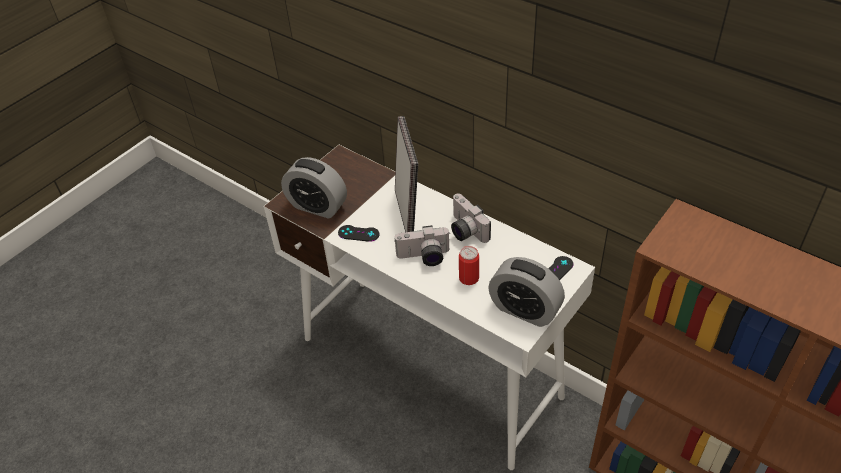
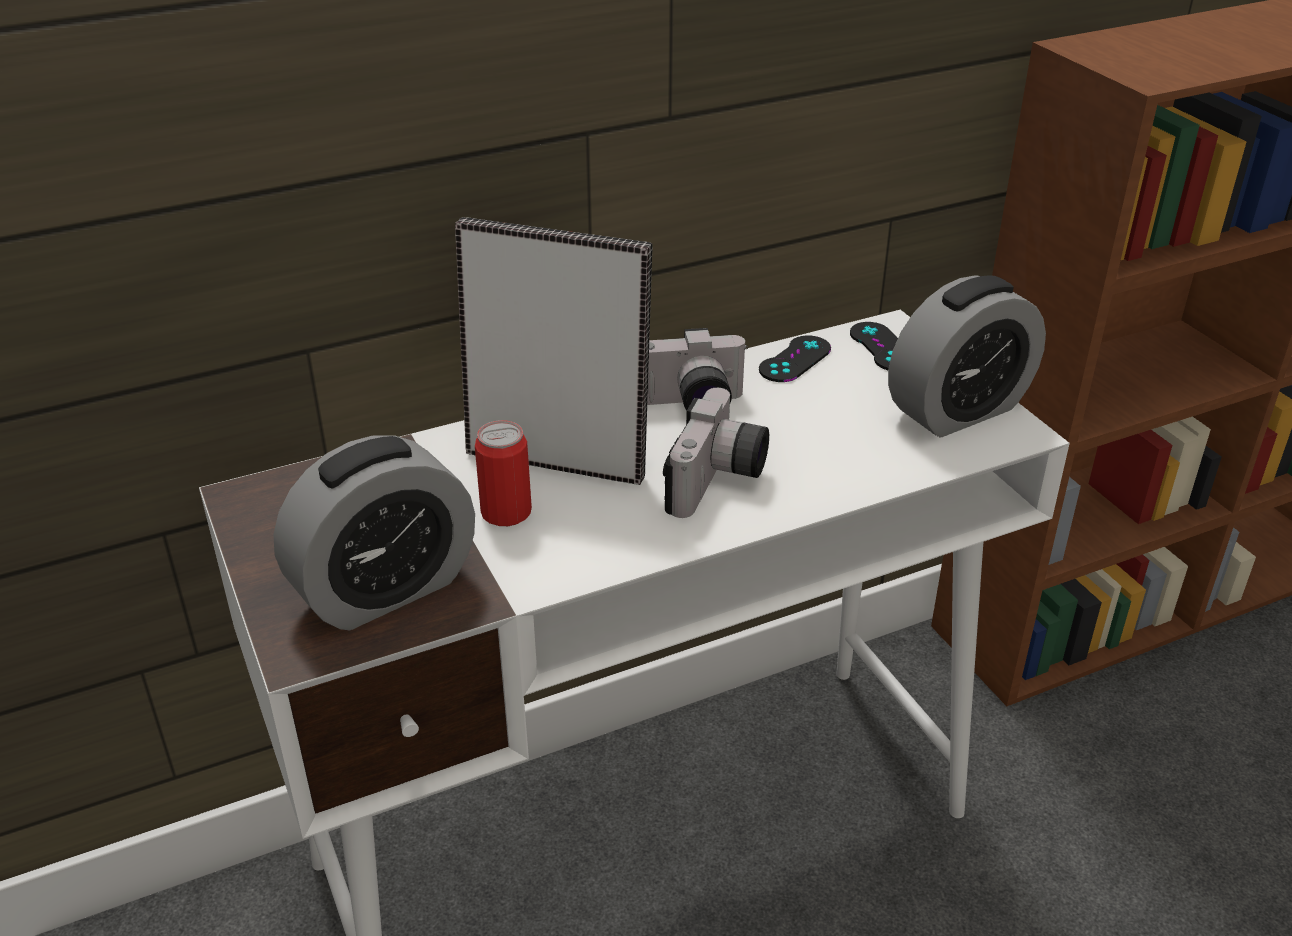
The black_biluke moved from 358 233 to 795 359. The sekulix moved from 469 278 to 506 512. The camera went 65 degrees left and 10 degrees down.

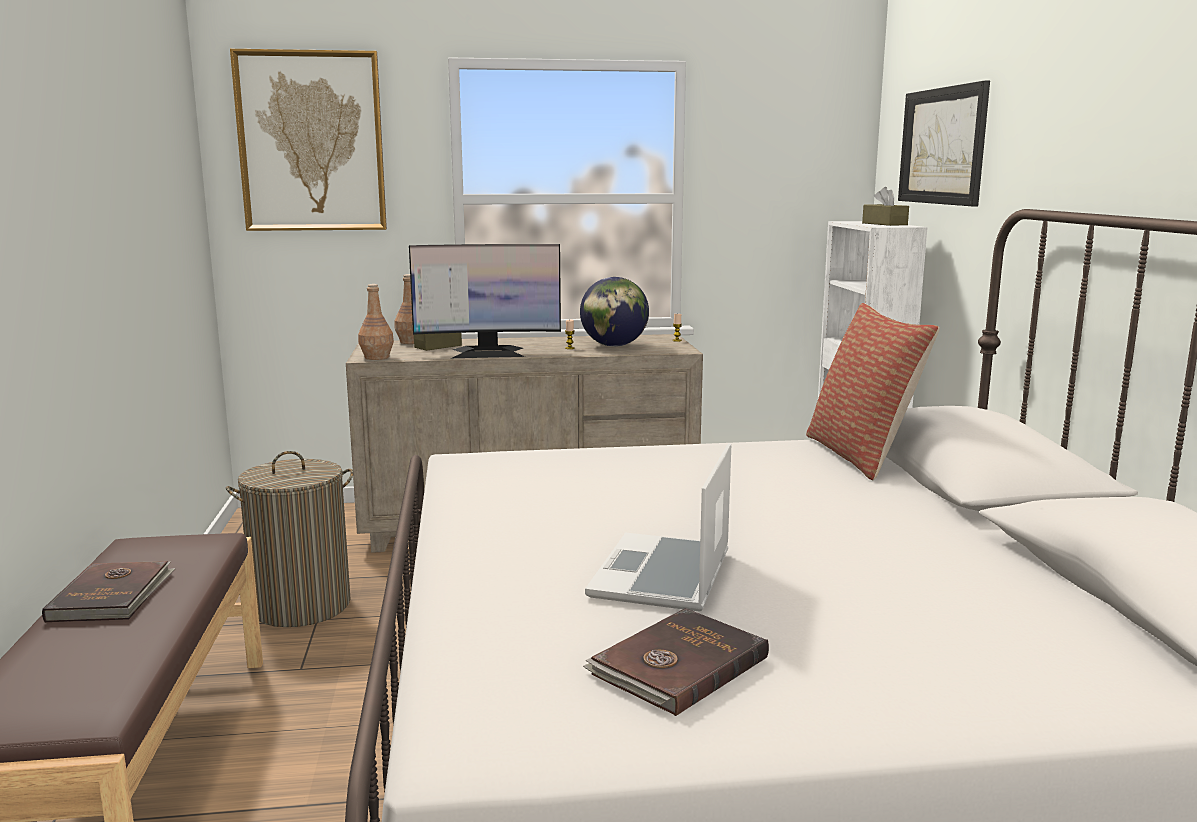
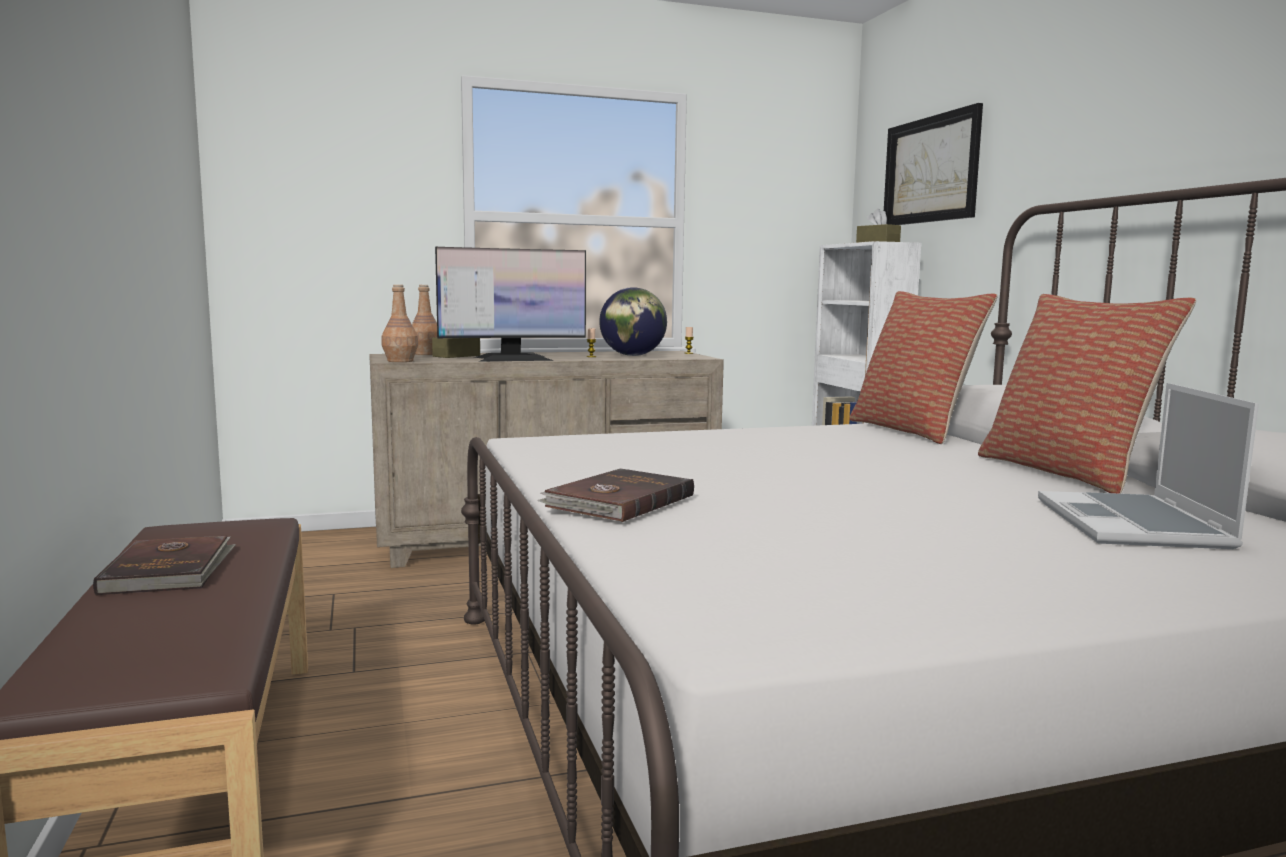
The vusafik at 302 606 disappeared. The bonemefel at 311 142 disappeared. The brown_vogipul moved from 677 665 to 618 501. The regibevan moved from 663 576 to 1134 525. The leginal at 1067 473 appeared. The camera went 10 degrees left and 5 degrees down.

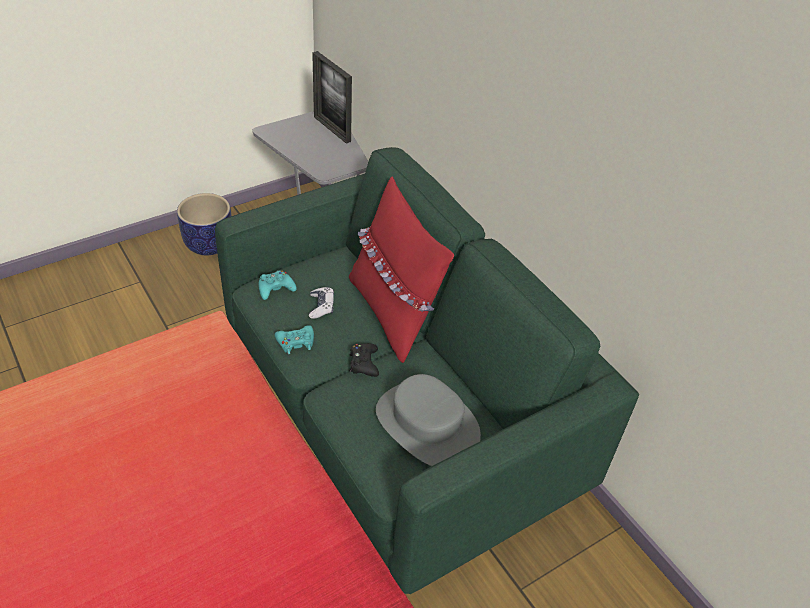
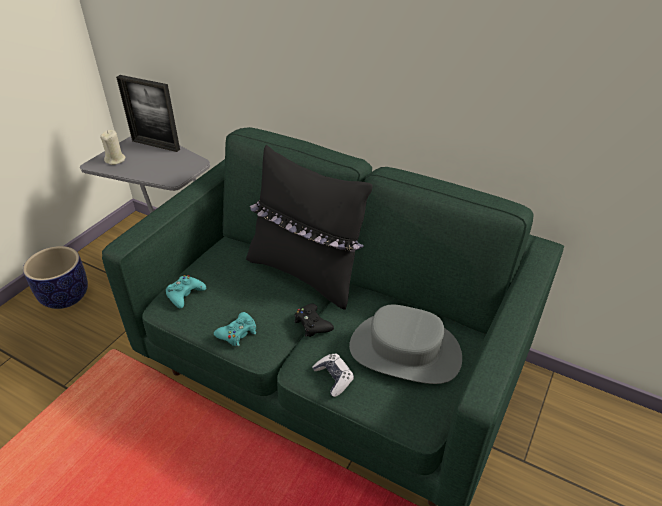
The biluke moved from 321 306 to 333 378. The red_leginal at 393 313 became the black_leginal at 306 273. The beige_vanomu at 115 160 appeared. The camera went 25 degrees left and 5 degrees down.

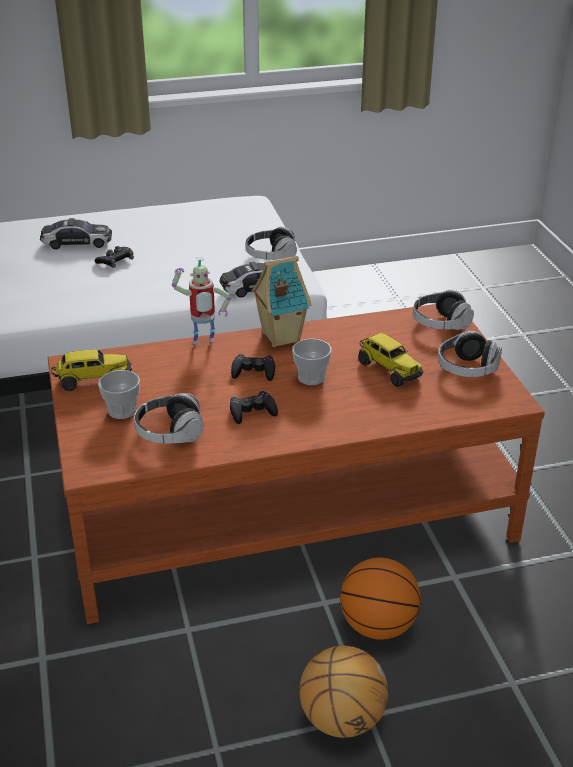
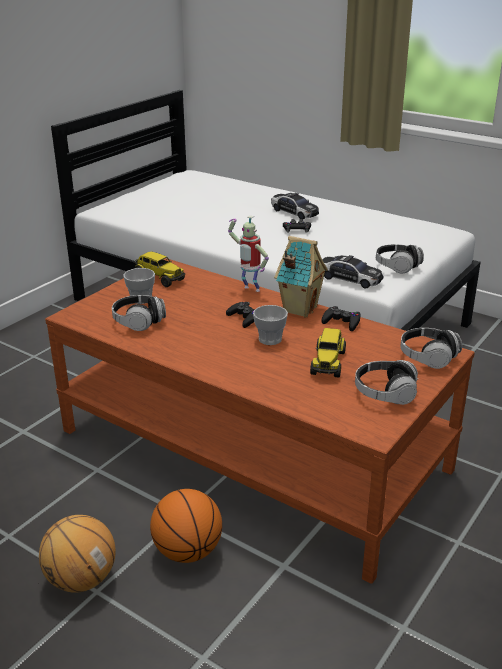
The black_biluke moved from 252 411 to 341 322. The camera went 50 degrees right and 5 degrees down.

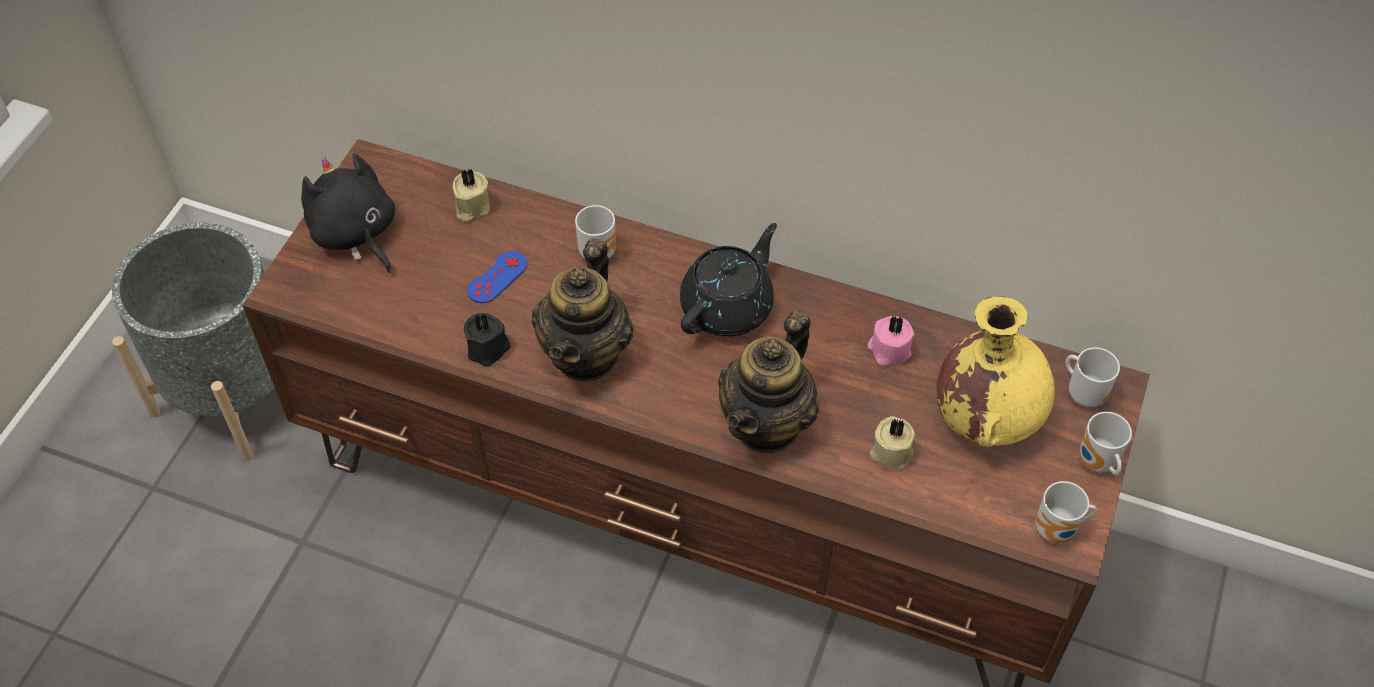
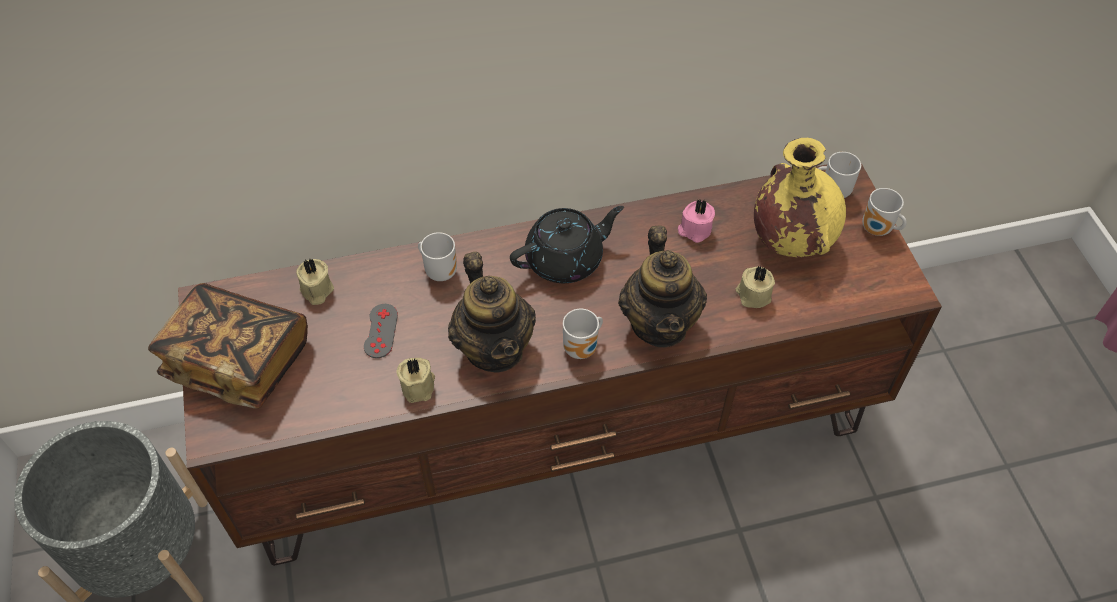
The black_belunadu at 355 234 was replaced by the vogipul at 238 360. The black_vanomu at 489 349 became the beige_vanomu at 419 386. The blue_biluke at 497 277 became the grey_biluke at 381 331. The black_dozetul at 728 306 turned 60 degrees clockwise. The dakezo moved from 1058 531 to 583 349. The camera went 35 degrees left and 0 degrees up.

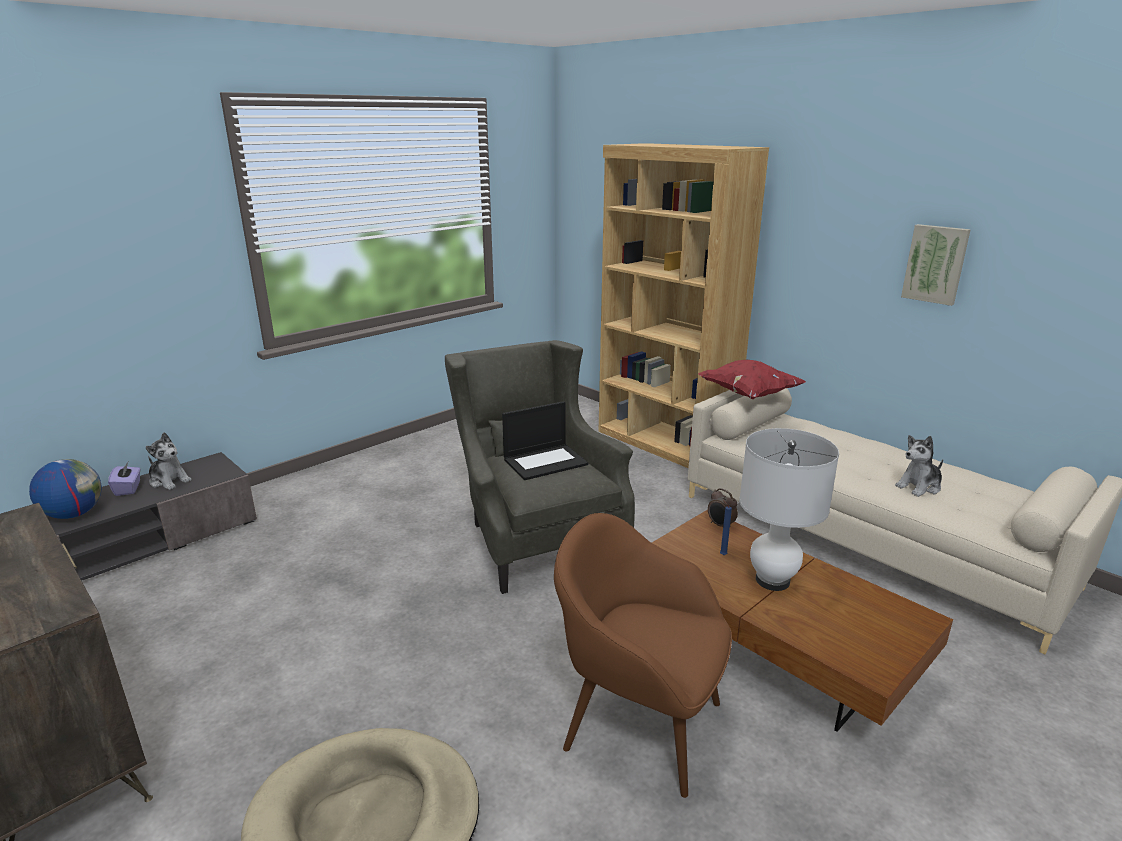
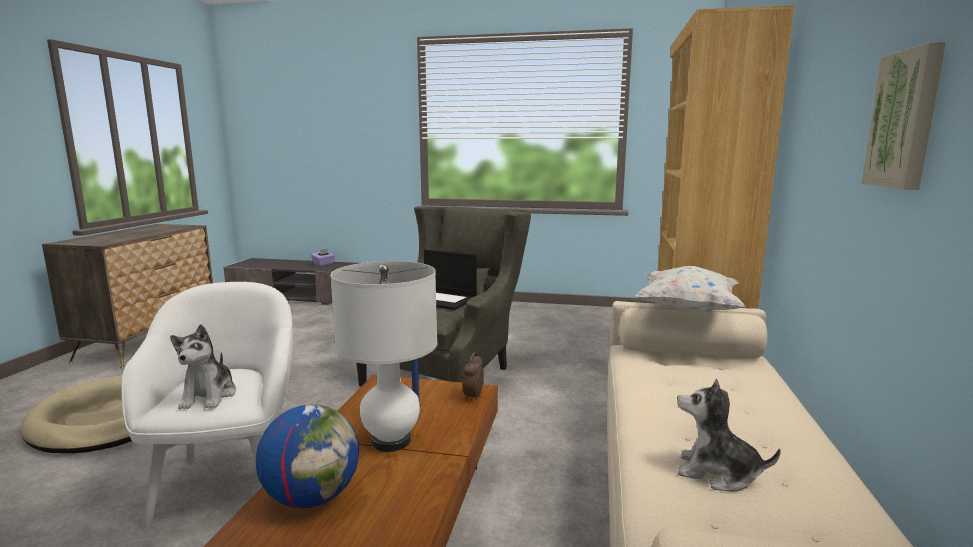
The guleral moved from 74 514 to 312 497. The belunadu moved from 169 481 to 209 396. The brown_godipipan at 639 723 became the white_godipipan at 231 483. The red_leginal at 748 394 became the white_leginal at 687 310. The camera went 55 degrees right and 10 degrees down.

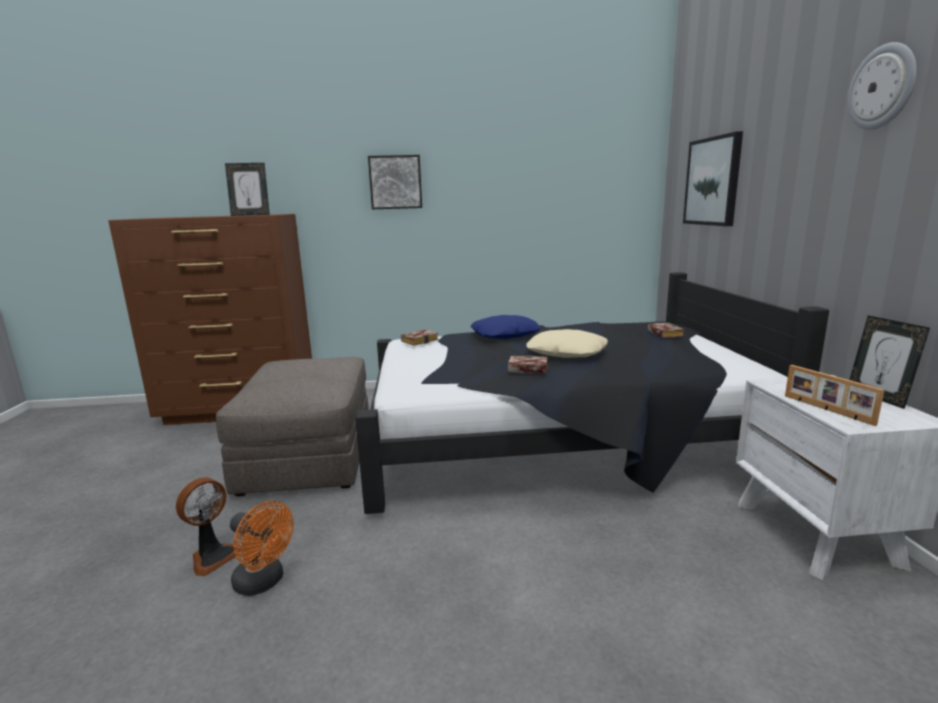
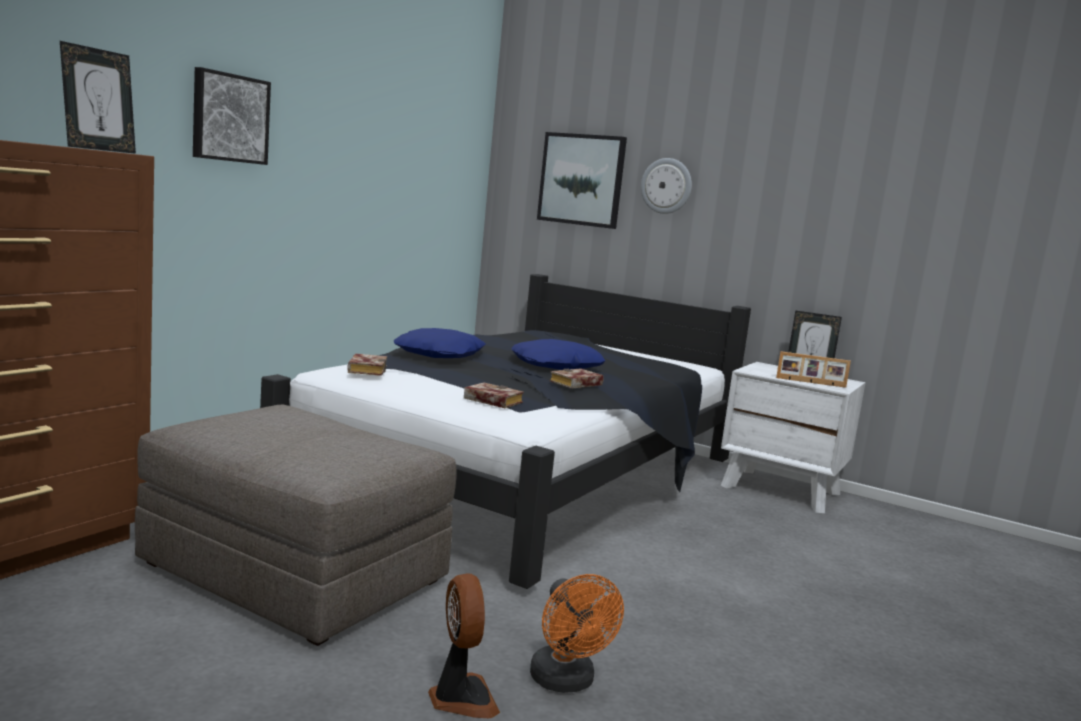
The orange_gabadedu at 264 582 turned 90 degrees clockwise. The beige_leginal at 566 352 became the blue_leginal at 556 365. The vogipul moved from 663 333 to 490 401. The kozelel moved from 882 87 to 666 186. The camera went 55 degrees left and 5 degrees down.

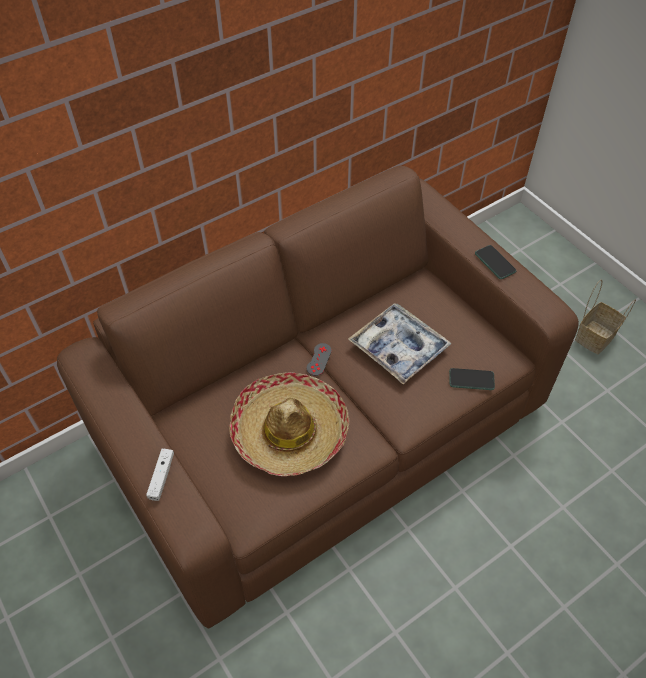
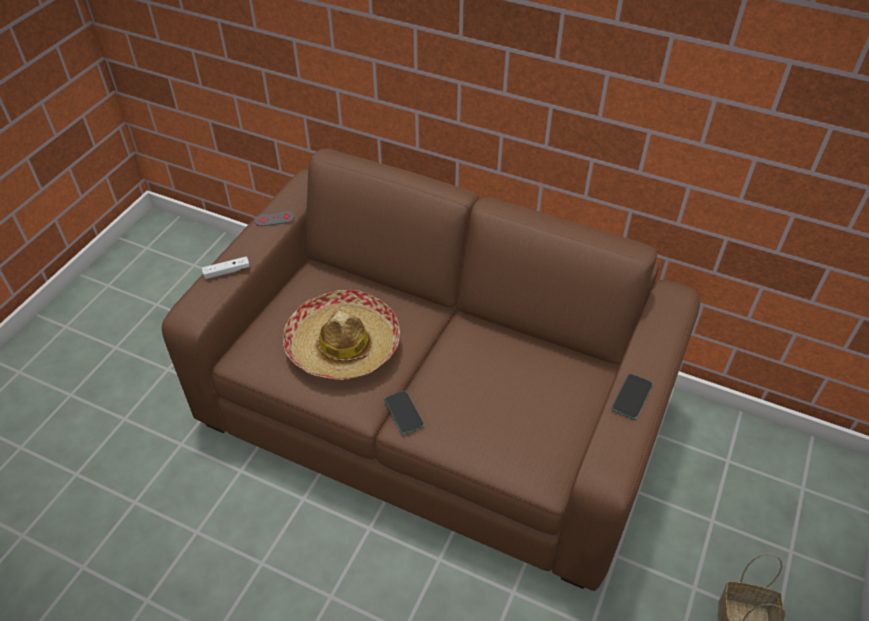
The grey_biluke moved from 319 359 to 274 219. The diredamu at 398 348 disappeared. The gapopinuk moved from 471 380 to 403 413. The camera went 60 degrees right and 5 degrees down.

